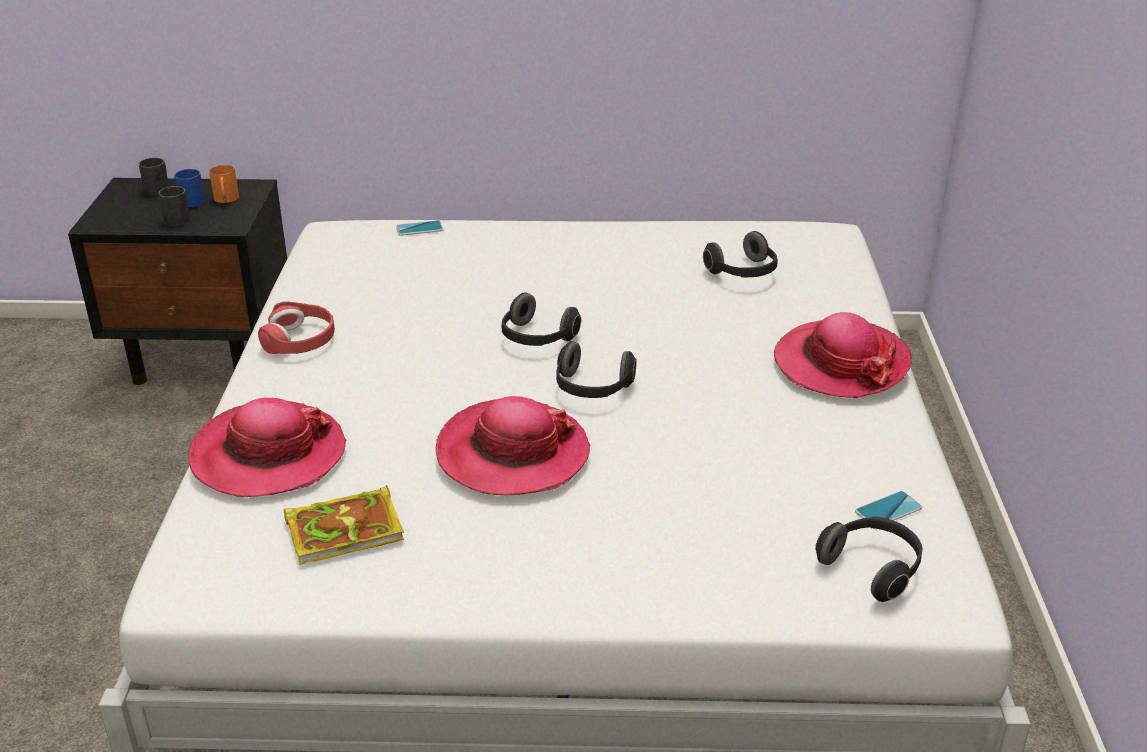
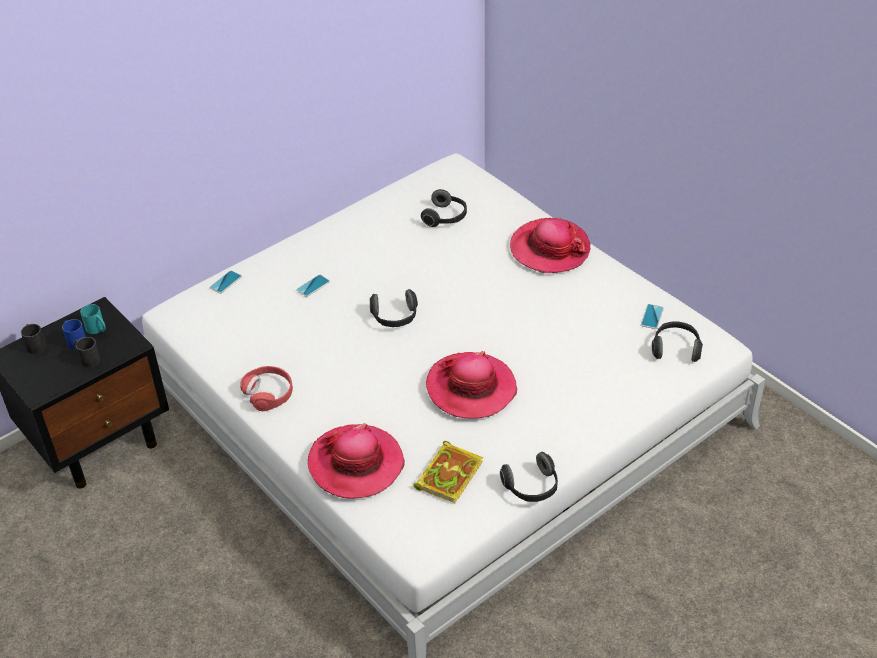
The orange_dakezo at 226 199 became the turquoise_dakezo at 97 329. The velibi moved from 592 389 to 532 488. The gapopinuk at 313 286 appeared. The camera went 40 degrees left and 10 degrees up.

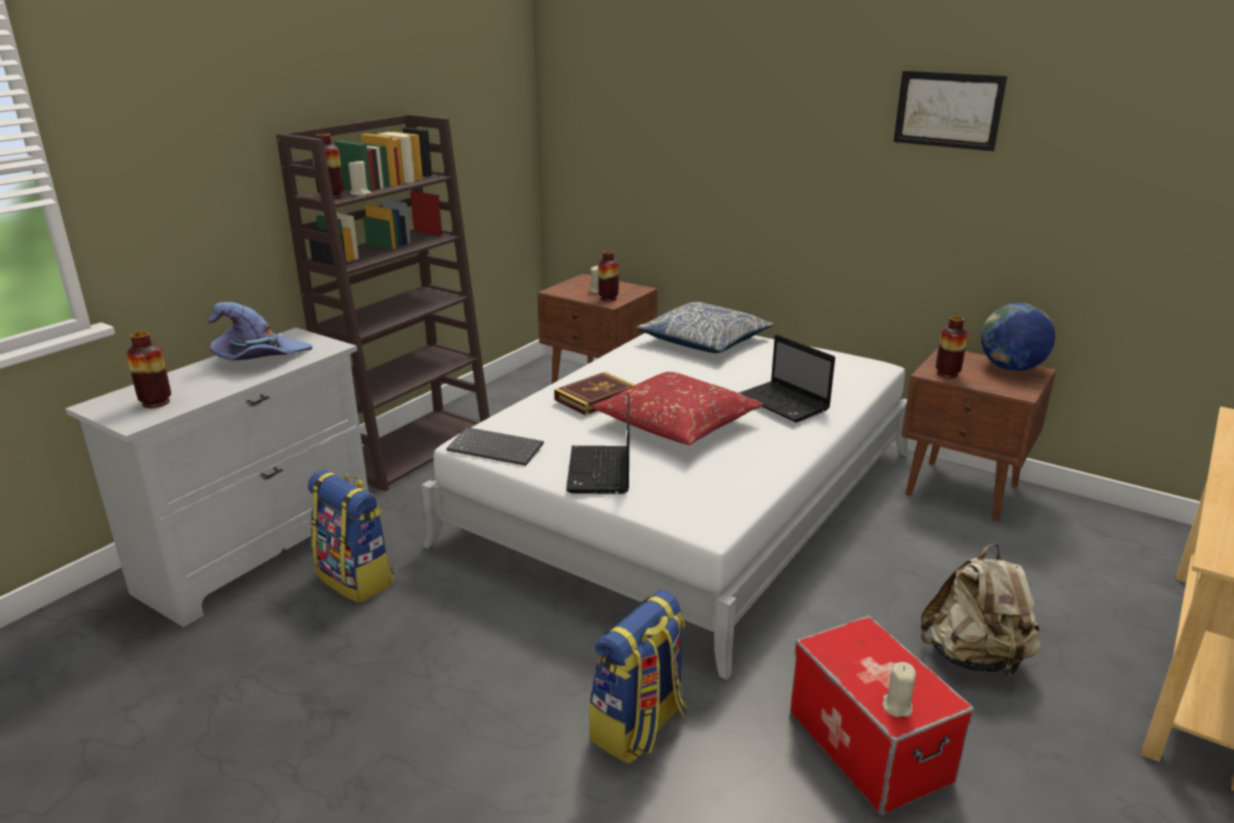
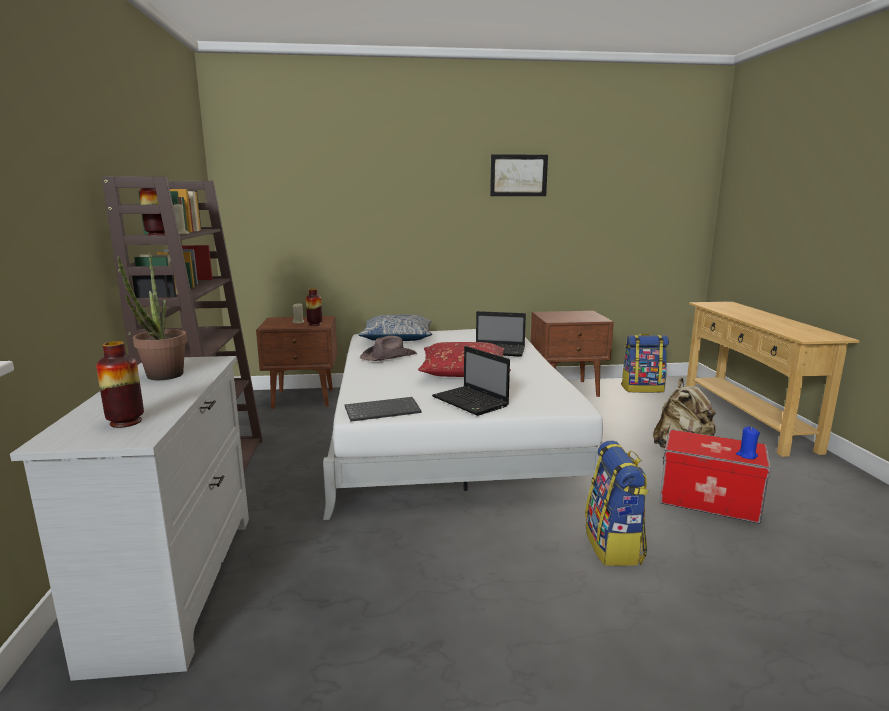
The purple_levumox at 259 358 was replaced by the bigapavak at 161 377. The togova moved from 357 579 to 642 388. The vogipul at 595 398 disappeared. The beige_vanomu at 896 706 became the blue_vanomu at 746 455. The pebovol at 947 374 disappeared. The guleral at 1011 368 disappeared. The brown_levumox at 389 356 appeared. The camera went 40 degrees left and 10 degrees down.

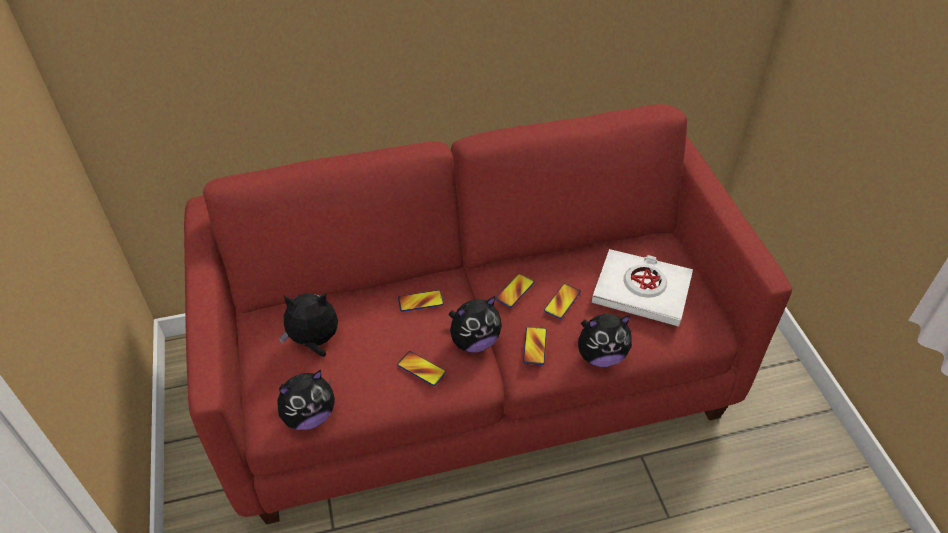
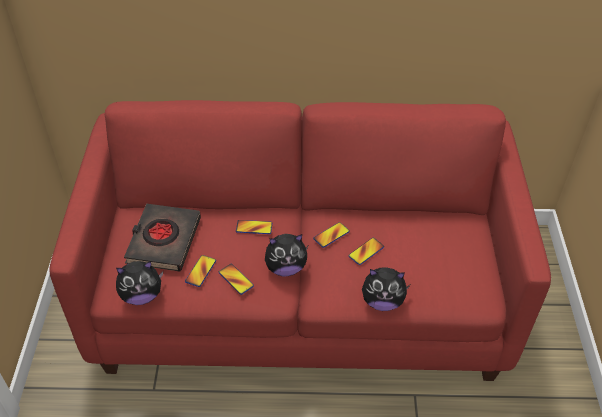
The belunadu at 314 341 was replaced by the black_vogipul at 163 241. The gapopinuk moved from 535 346 to 200 271. The white_vogipul at 641 291 disappeared. The camera went 15 degrees right and 0 degrees up.

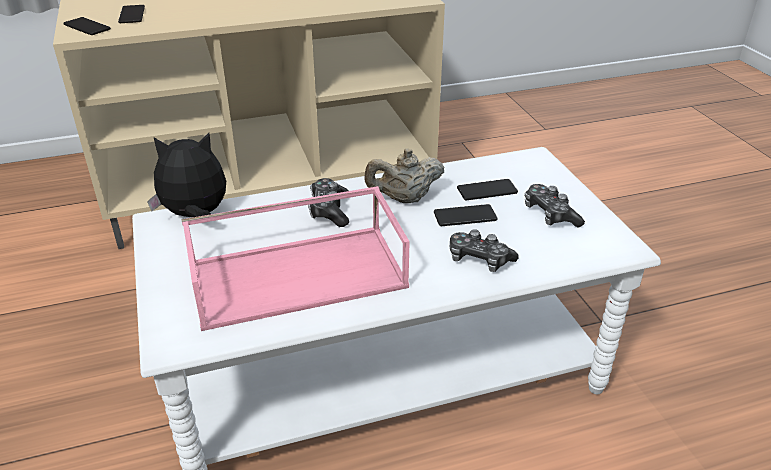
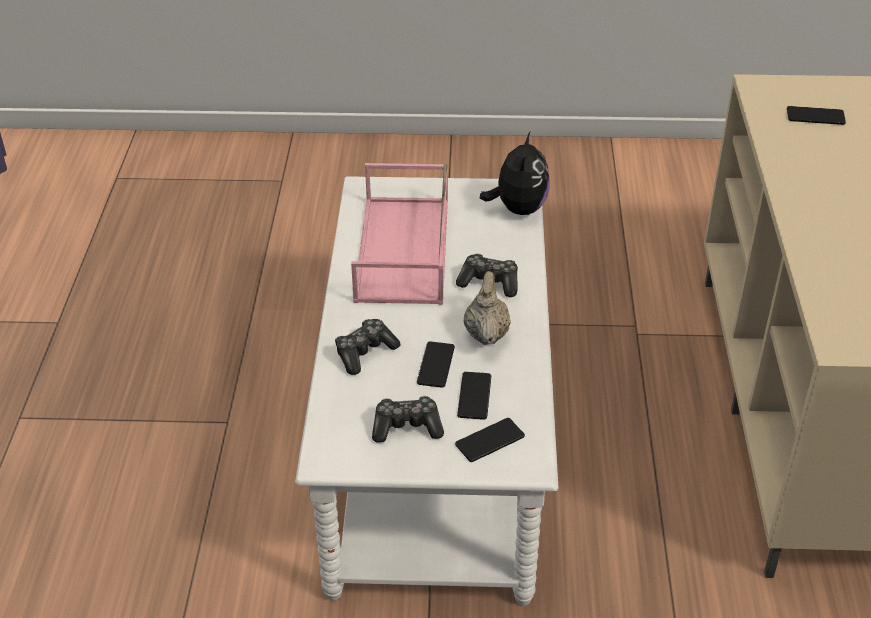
The gapopinuk moved from 87 27 to 490 440. The camera went 110 degrees right and 5 degrees up.

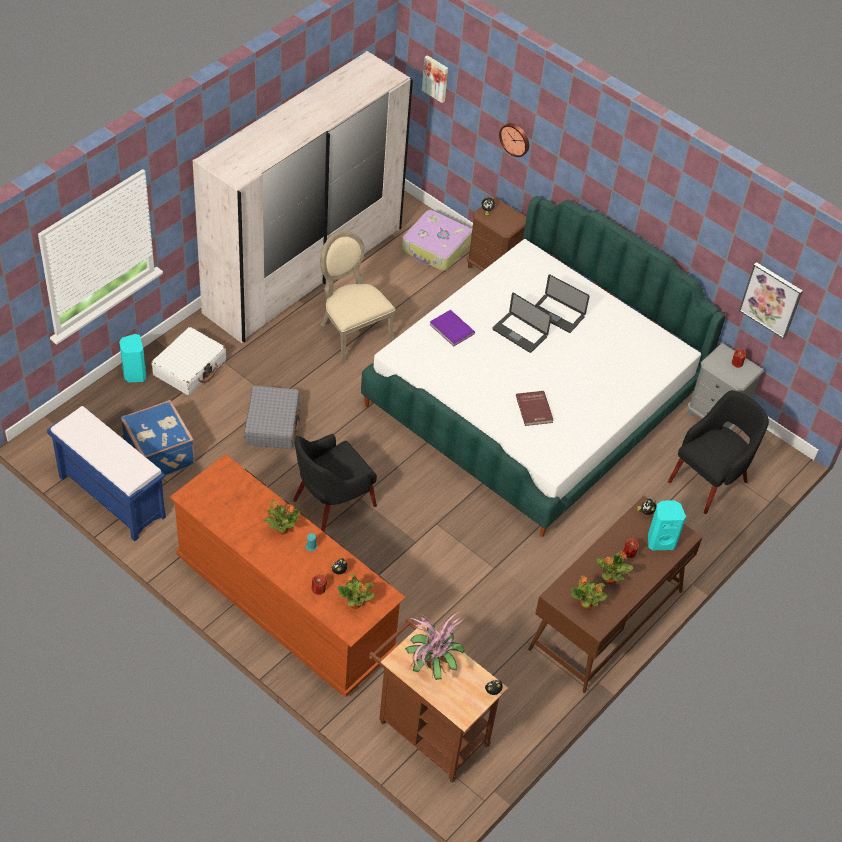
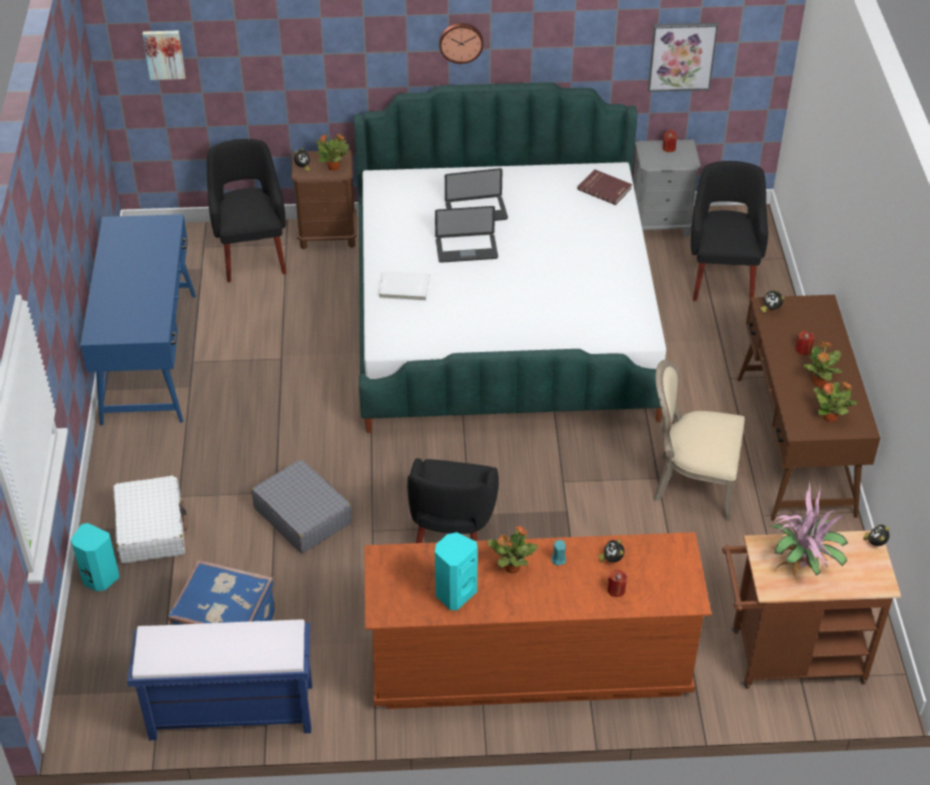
The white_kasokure at 304 270 was replaced by the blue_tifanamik at 150 357. The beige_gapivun moved from 352 332 to 692 483. The bigapavak moved from 355 604 to 334 167. The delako at 436 248 was replaced by the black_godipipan at 252 252. The purple_vogipul at 451 329 became the white_vogipul at 404 288. The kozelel moved from 515 139 to 461 42. The red_vogipul moved from 535 409 to 605 188. The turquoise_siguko moved from 660 541 to 454 593. The camera went 40 degrees left and 5 degrees down.

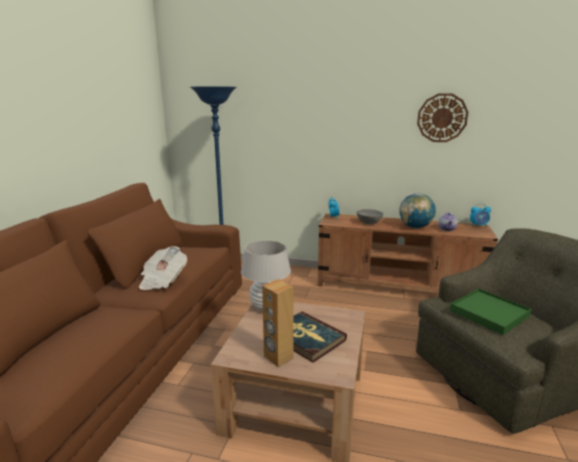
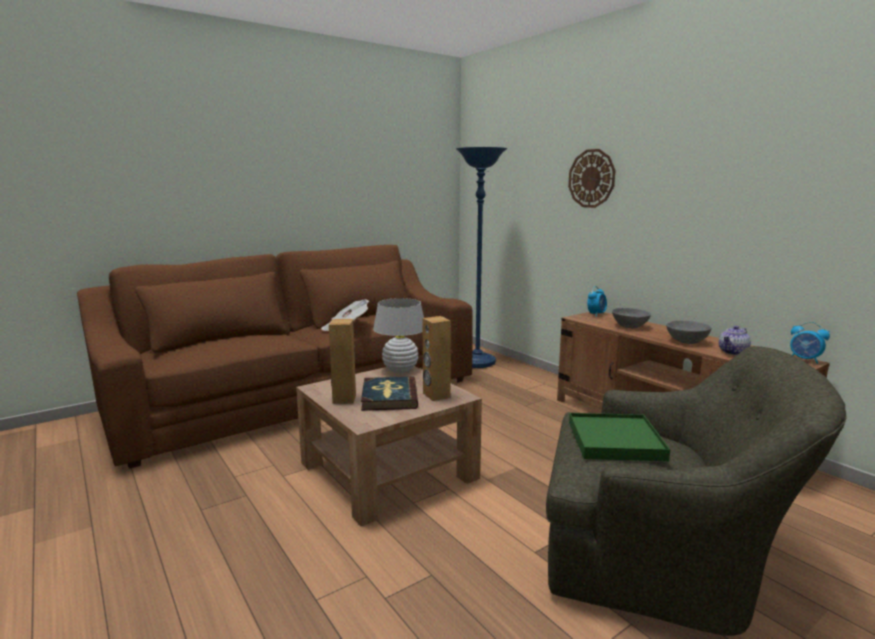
The guleral at 415 227 was replaced by the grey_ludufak at 686 341. The kozelel moved from 442 118 to 591 178. The brown_siguko at 436 395 appeared. The camera went 40 degrees right and 5 degrees down.

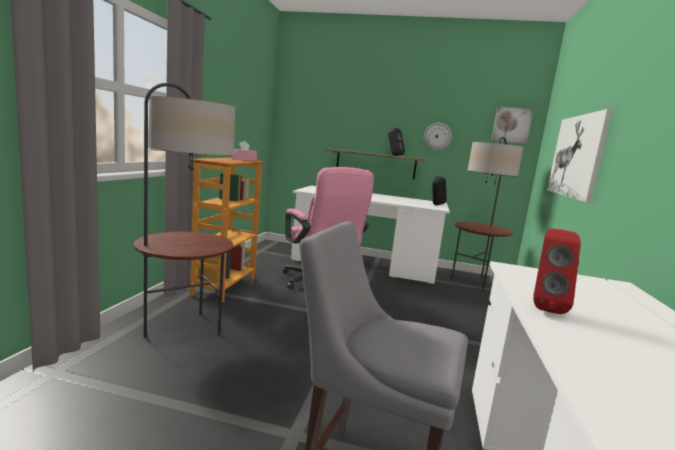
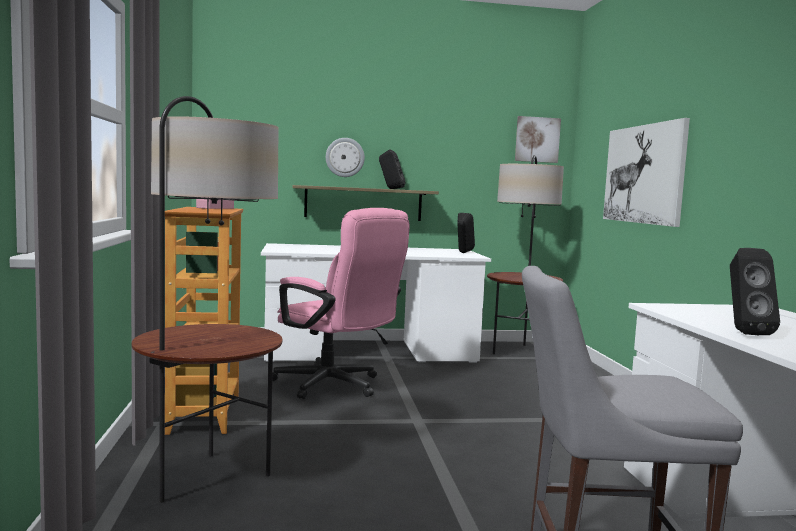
The kozelel moved from 437 136 to 345 157. The red_siguko at 546 307 became the black_siguko at 744 333. The camera went 20 degrees left and 5 degrees down.

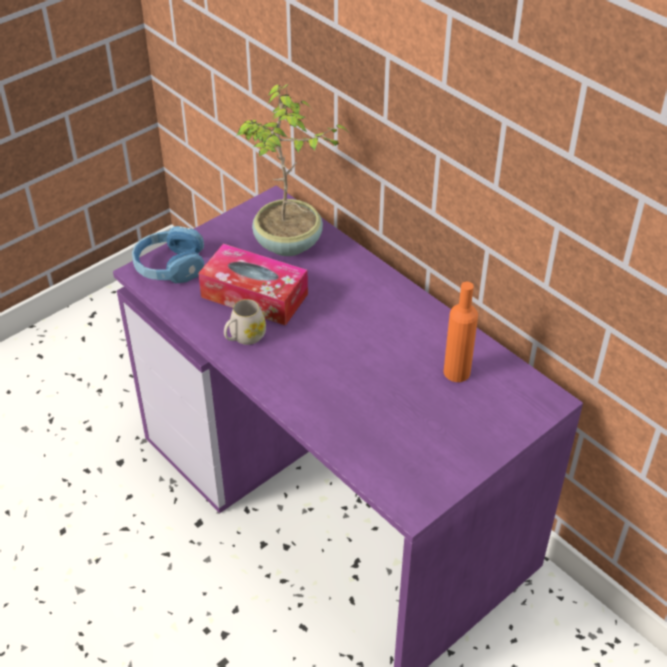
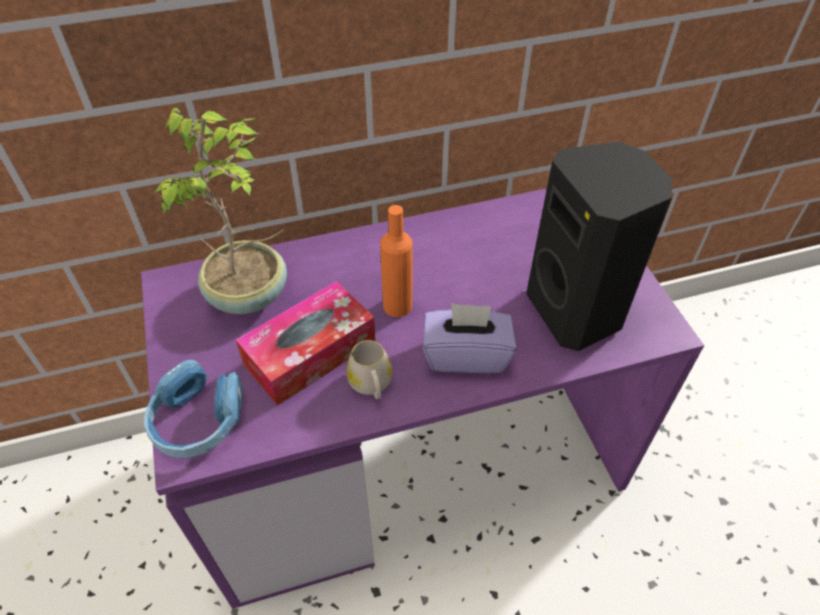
The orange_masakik moved from 456 372 to 397 305. The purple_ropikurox at 466 355 appeared. The black_siguko at 577 311 appeared. The camera went 65 degrees left and 5 degrees up.

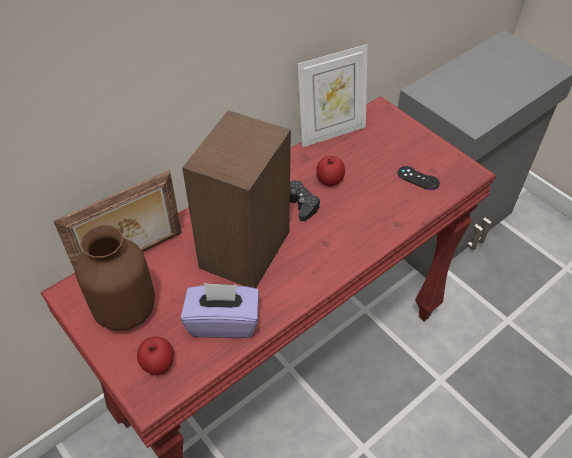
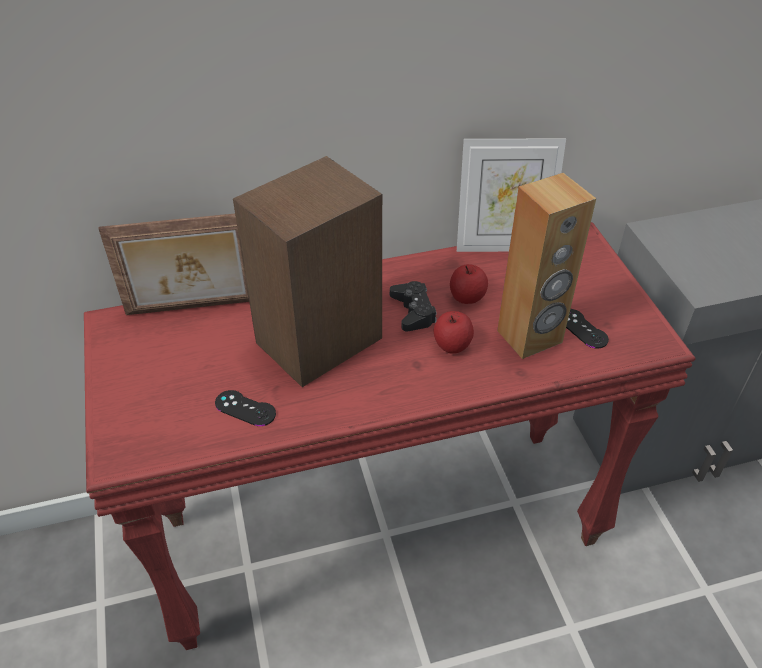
The brown_pebovol at 127 310 disappeared. The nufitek moved from 158 363 to 452 345. The purple_ropikurox at 223 322 was replaced by the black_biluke at 245 408. The brown_siguko at 530 337 appeared. The camera went 25 degrees right and 5 degrees down.

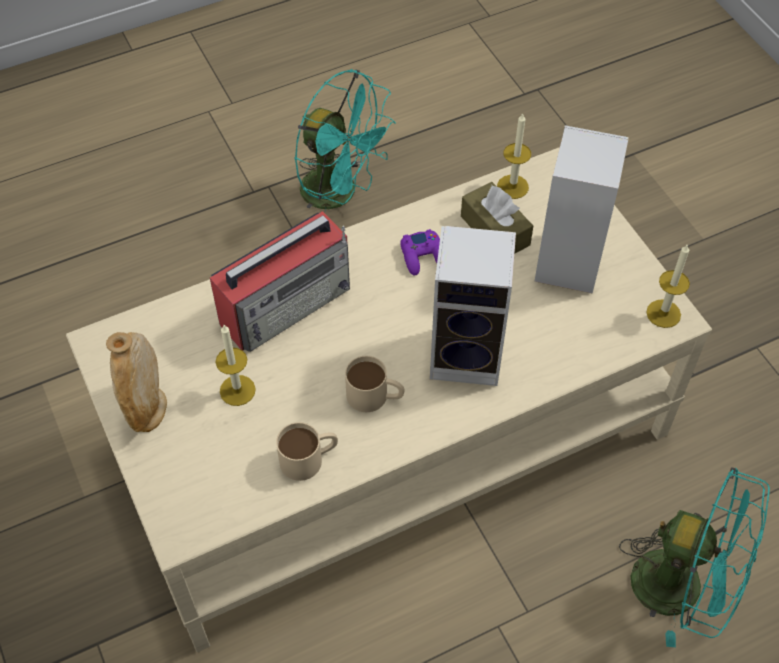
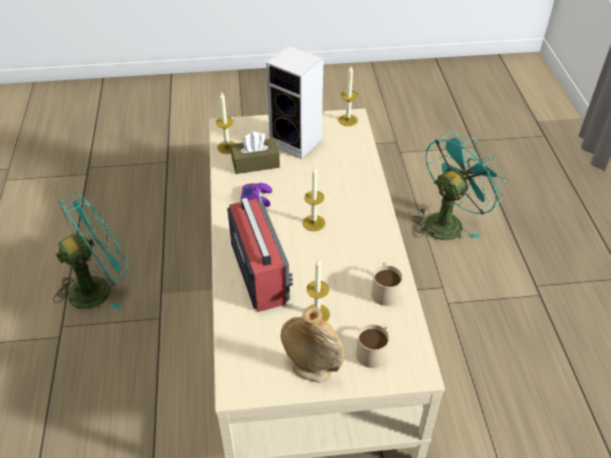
The beige_dakezo moved from 375 396 to 374 350. The siguko at 469 355 disappeared. The vanomu at 313 223 appeared. The camera went 70 degrees left and 10 degrees down.

